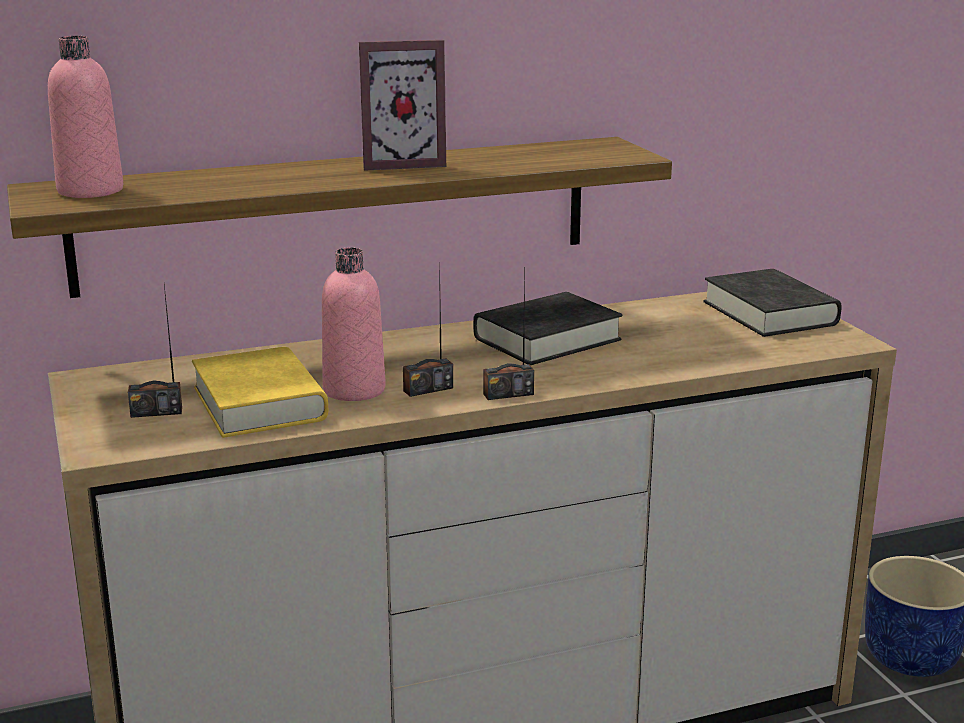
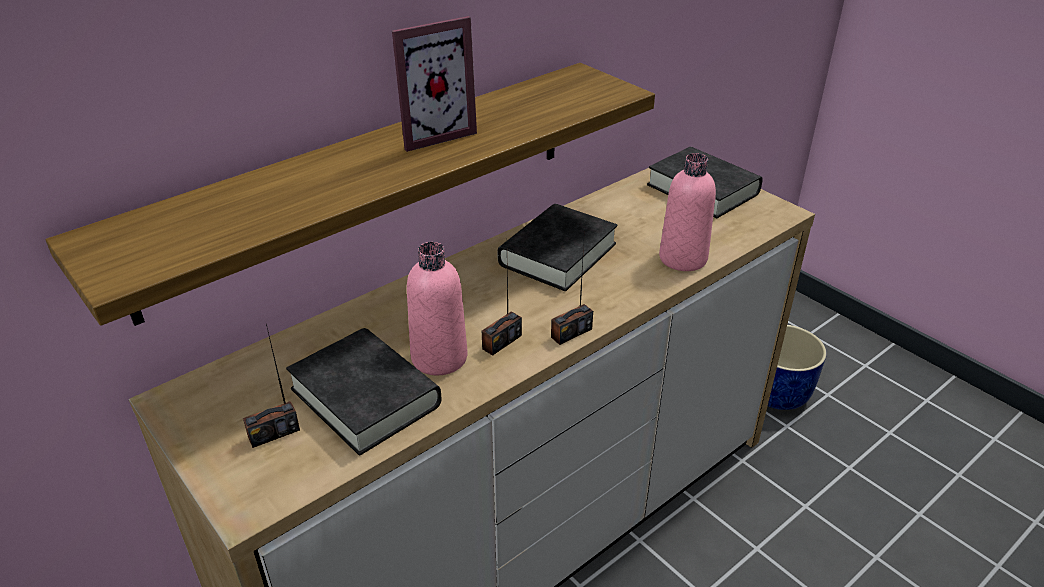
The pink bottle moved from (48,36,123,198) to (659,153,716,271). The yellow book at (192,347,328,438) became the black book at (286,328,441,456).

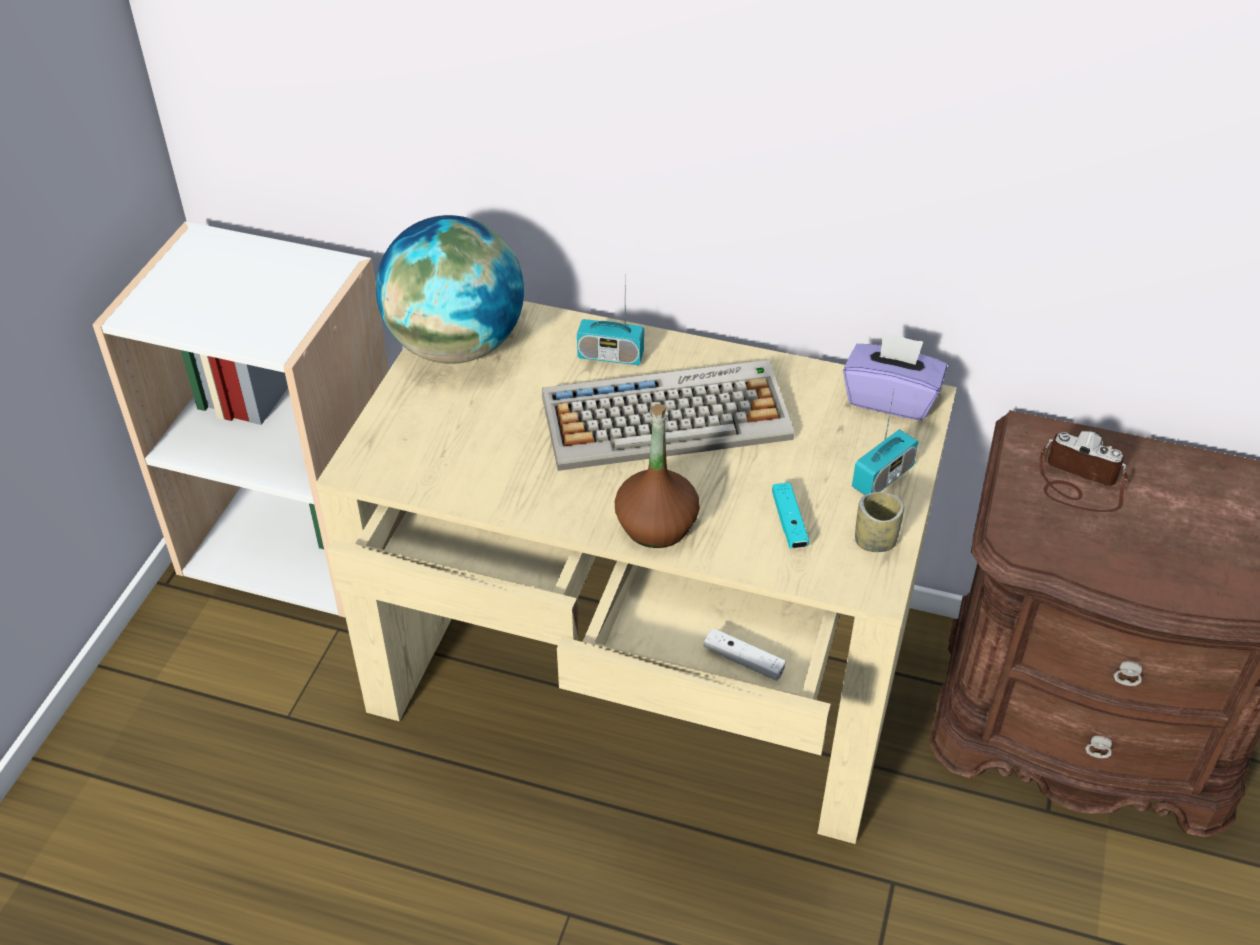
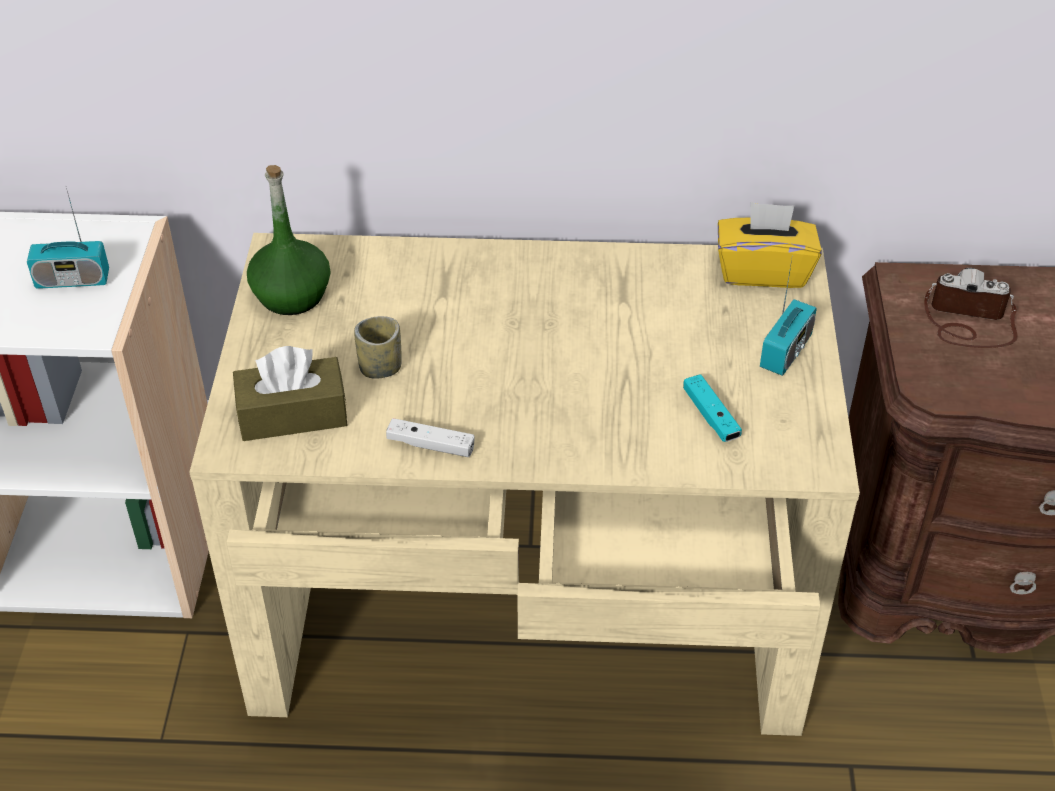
The globe at (376,215,524,364) was replaced by the green bottle at (247,165,330,315). The keyboard at (542,360,794,471) disappeared. The radio moved from (577,296,644,365) to (27,188,109,289). The brown bottle at (615,404,700,548) disappeared. The white game controller moved from (704,628,786,681) to (386,418,475,457). The purple tissue box at (843,331,947,421) became the yellow tissue box at (718,202,822,288). The cup moved from (855,492,904,552) to (354,316,402,379). The brown tissue box at (233,346,347,441) appeared.

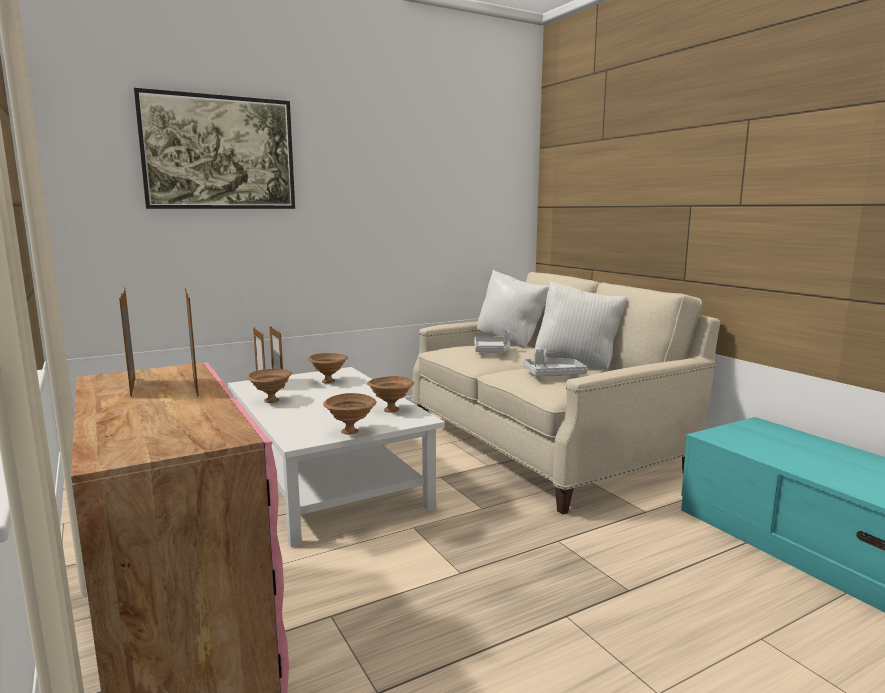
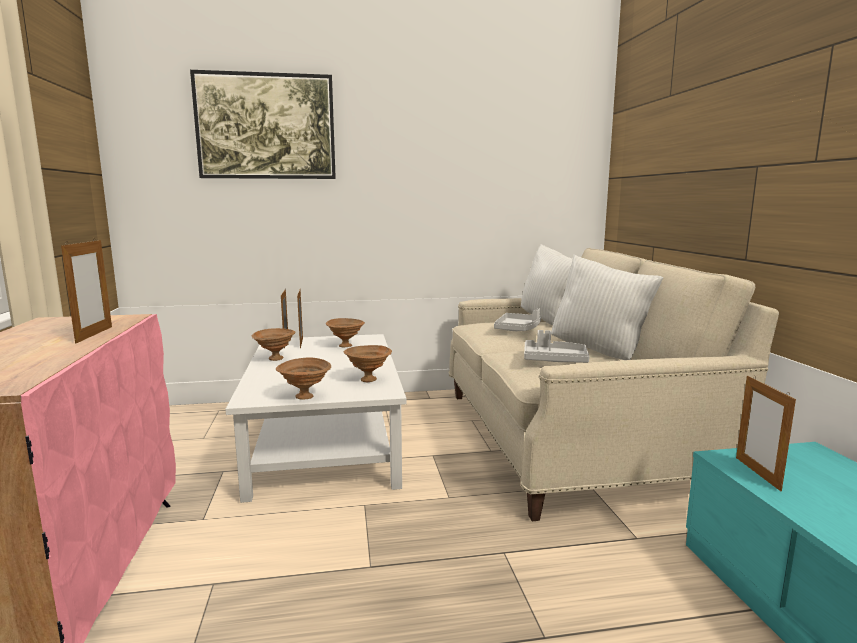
The picture frame moved from (119,289,135,397) to (736,376,796,491).

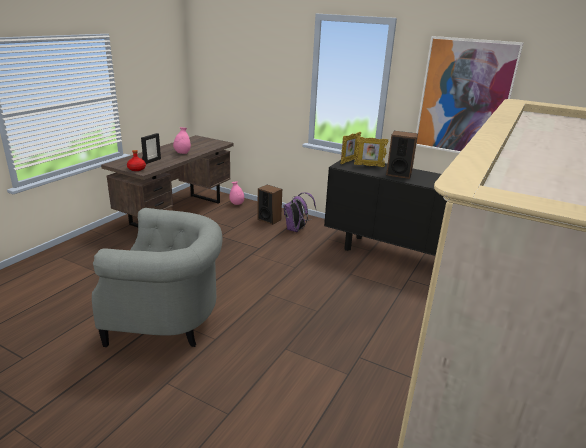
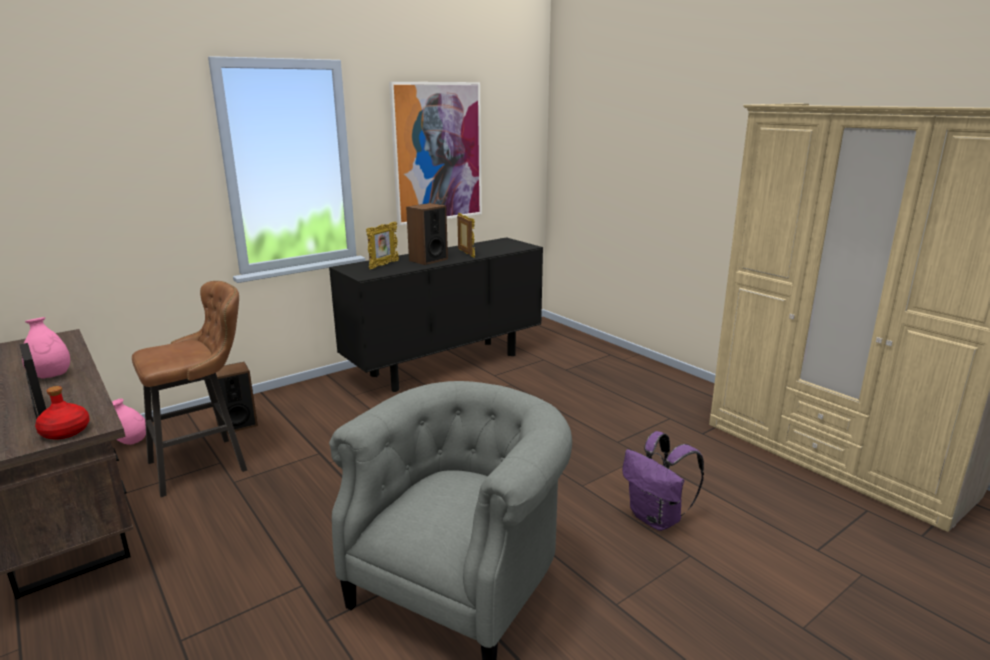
The purple backpack moved from (284,193,316,232) to (622,431,704,531). The picture frame moved from (340,132,361,164) to (457,213,475,258). The brown stool at (132,281,247,497) appeared.

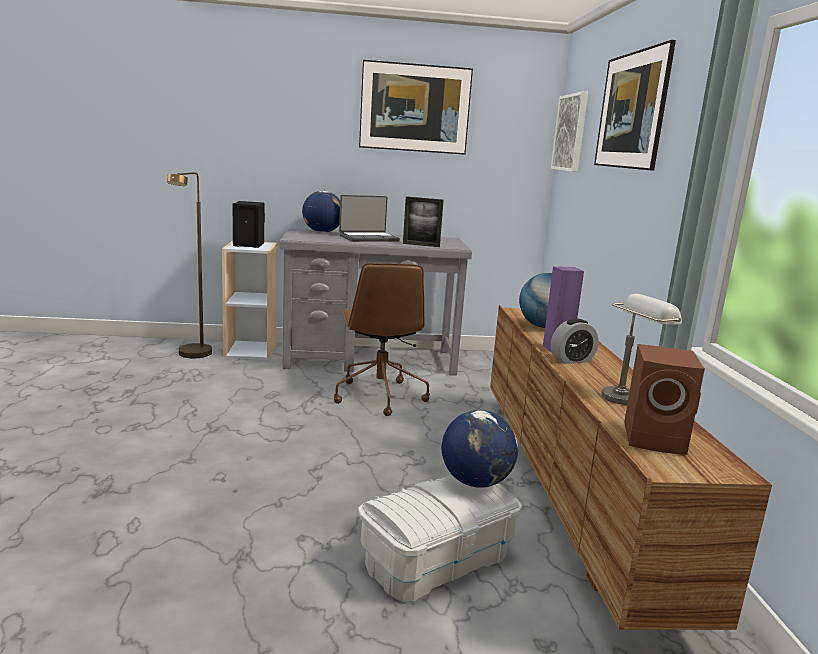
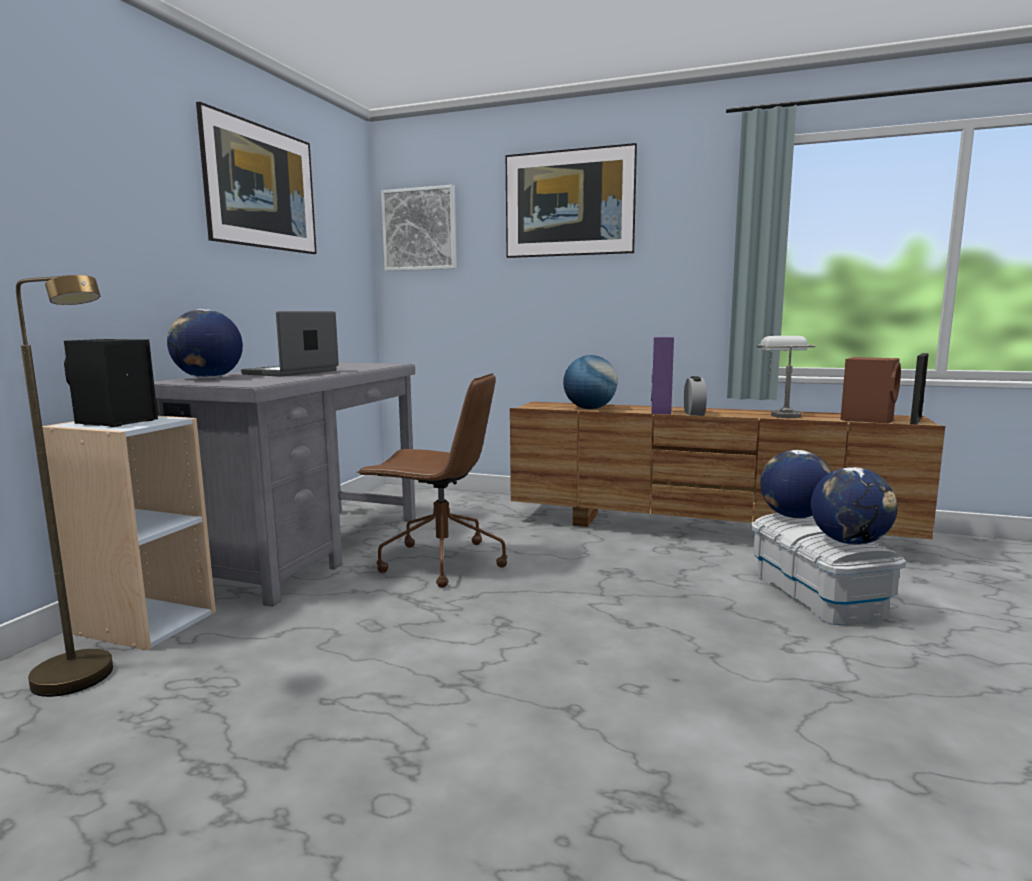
The laptop at (339,195,400,242) turned 150 degrees counterclockwise. The picture frame moved from (403,197,444,247) to (910,353,929,425). The globe at (811,467,897,545) appeared.

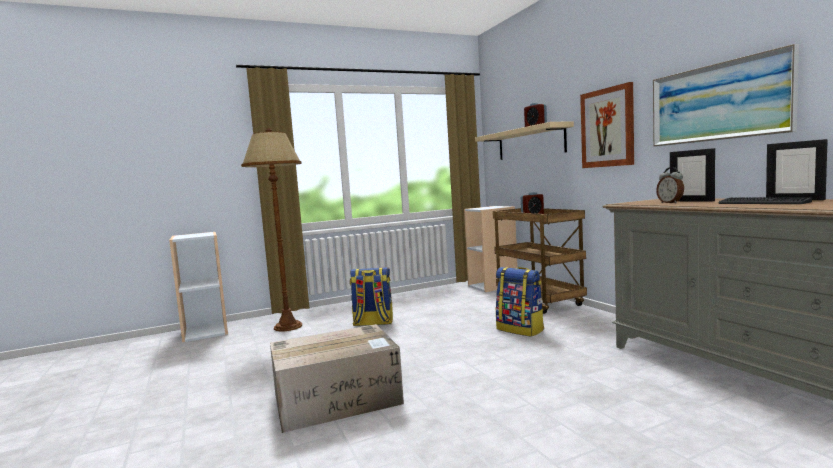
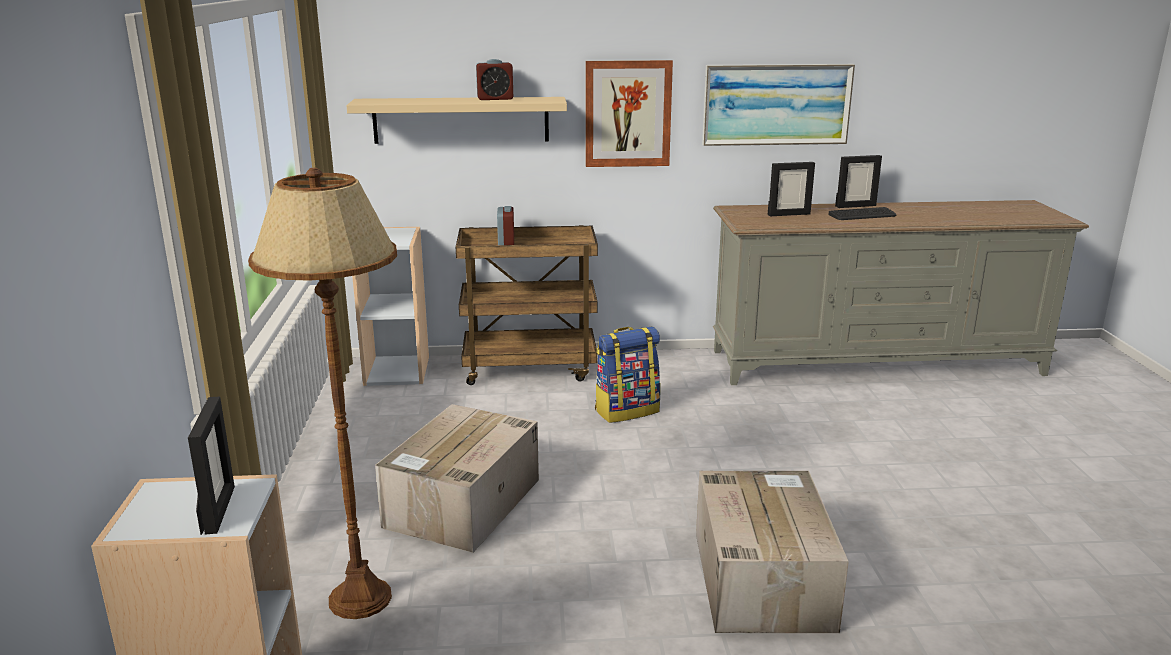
The backpack at (350,267,393,326) was replaced by the cardboard box at (375,404,539,553). The alarm clock at (656,167,684,203) disappeared. The picture frame at (188,396,235,535) appeared.

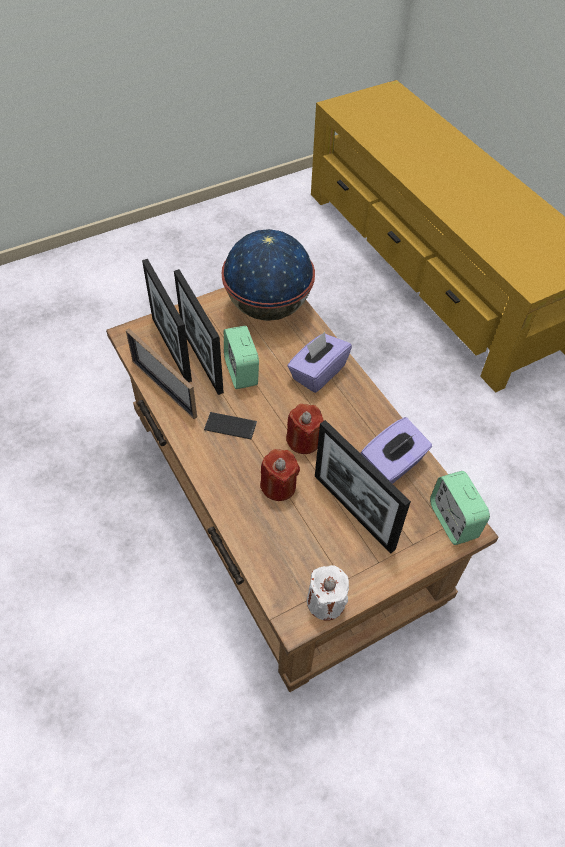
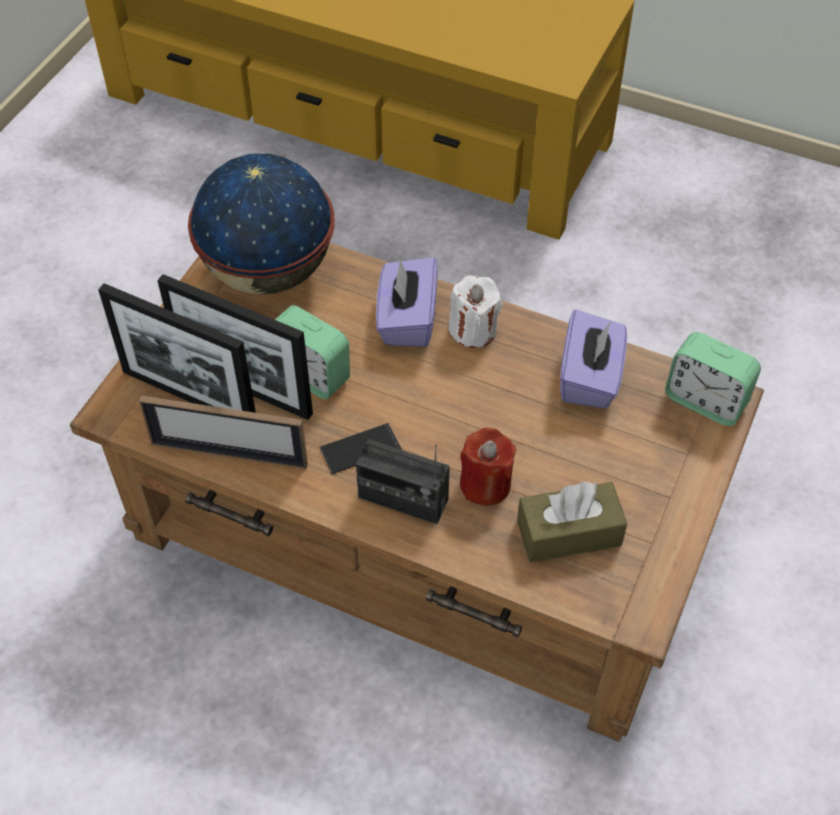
The red candle at (286,404,324,454) disappeared. The white candle moved from (307,565,349,621) to (449,275,503,348). The picture frame at (315,420,411,554) disappeared. The radio at (356,439,450,524) appeared. The brown tissue box at (517,481,627,562) appeared.

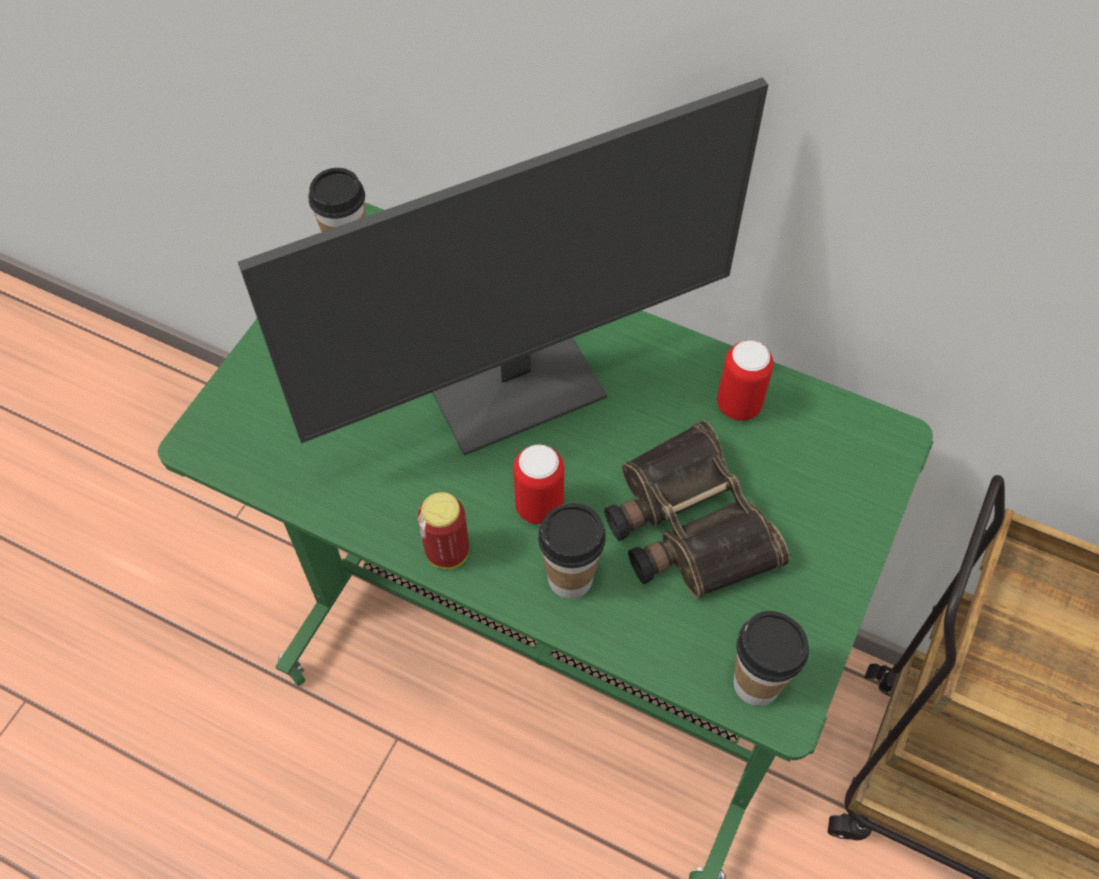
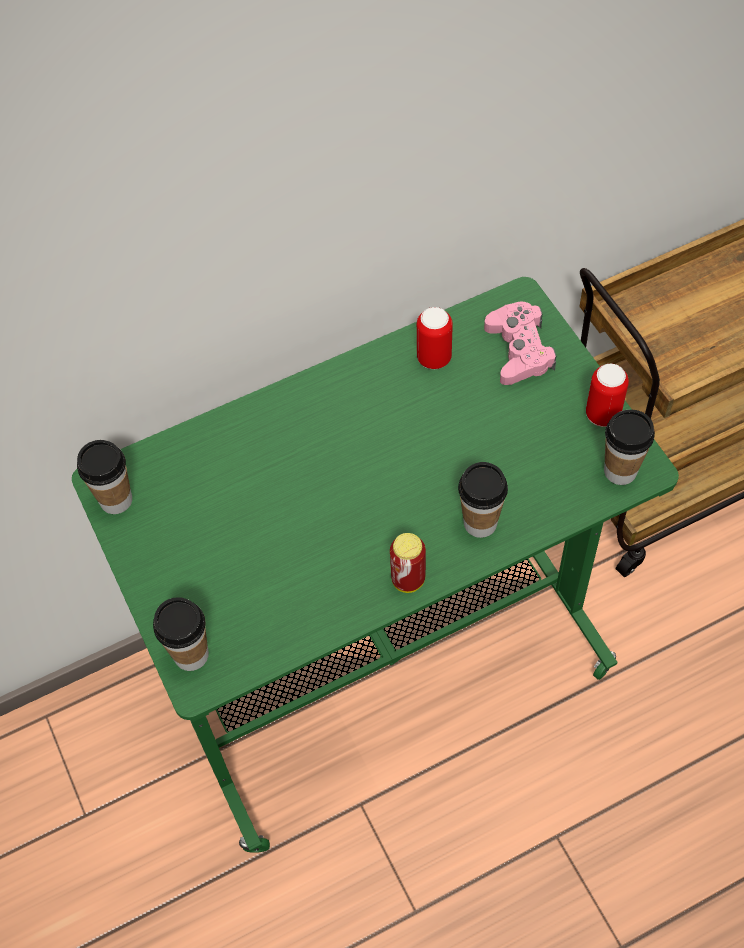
The monitor at (238,77,768,455) disappeared. The can moved from (513,444,564,524) to (586,363,629,427). The binoculars at (604,420,790,598) disappeared. The cup at (153,597,209,671) appeared. The pink game controller at (484,302,556,385) appeared.

